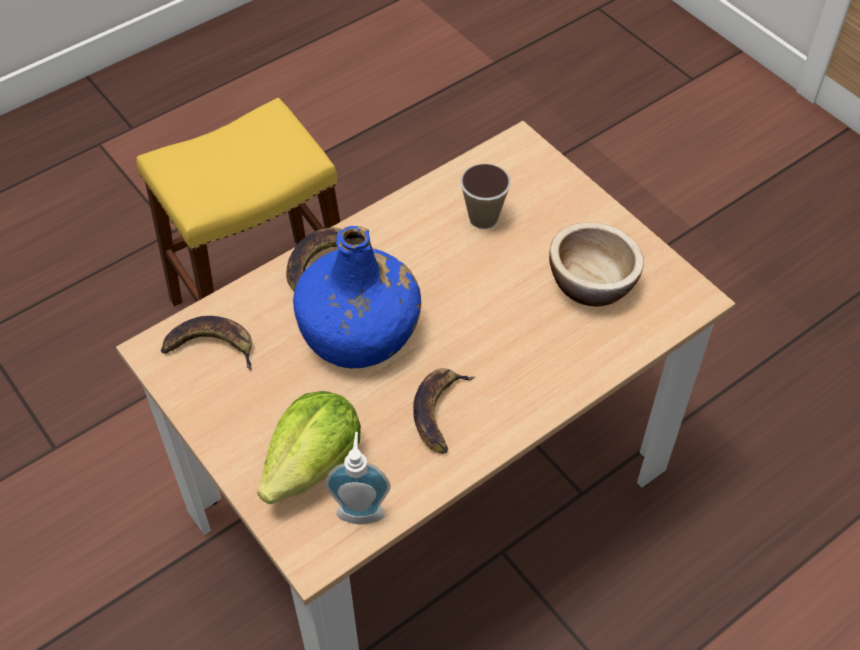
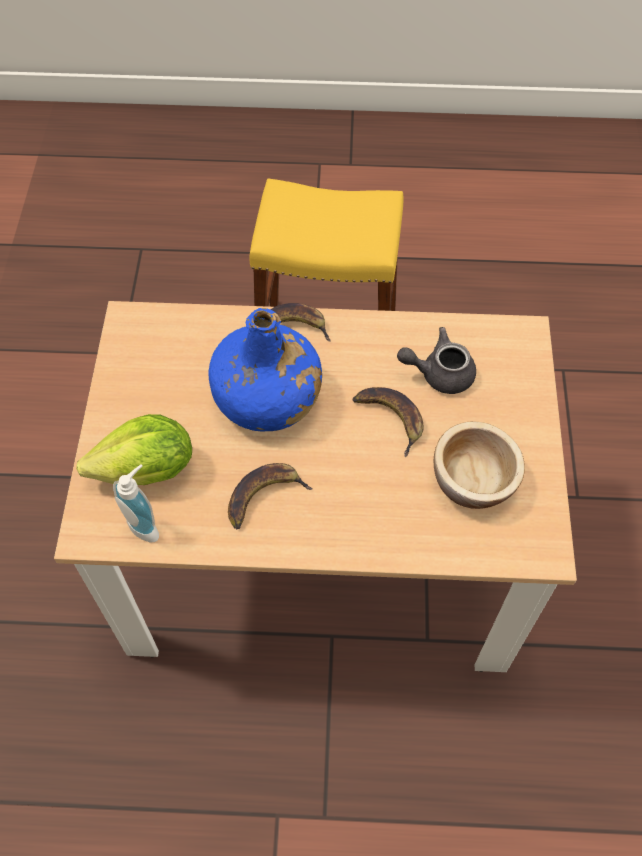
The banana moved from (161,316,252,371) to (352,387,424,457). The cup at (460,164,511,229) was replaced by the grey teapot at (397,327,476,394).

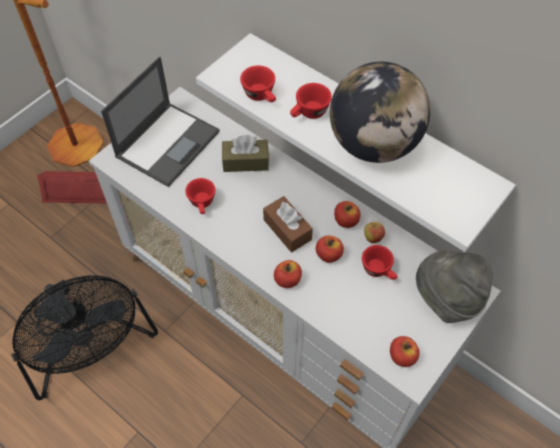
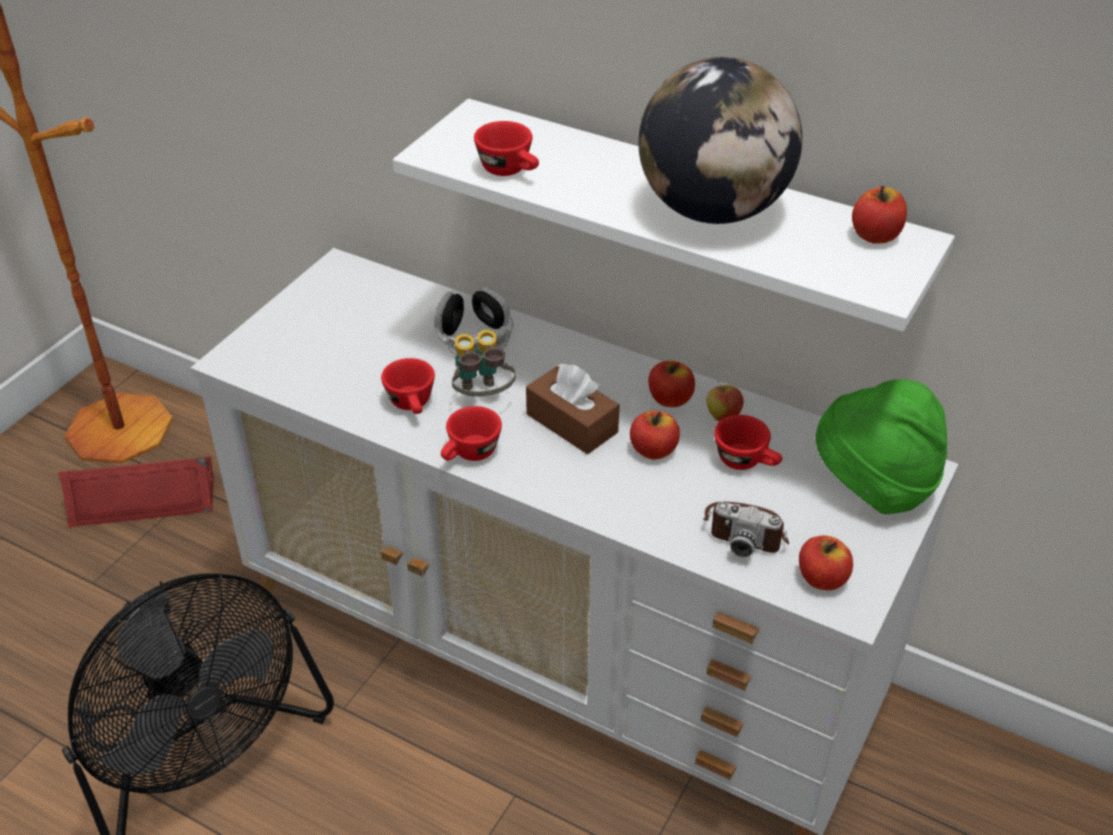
The laptop at (101,57,220,187) disappeared. The brown tissue box at (222,135,269,172) was replaced by the headphones at (435,287,513,355). The apple moved from (274,260,302,288) to (852,186,907,244). The red cup moved from (290,83,332,119) to (441,406,502,461). The grey hat at (416,251,493,323) became the green hat at (816,379,947,514). The binoculars at (452,330,516,397) appeared. The photo camera at (703,502,789,557) appeared.

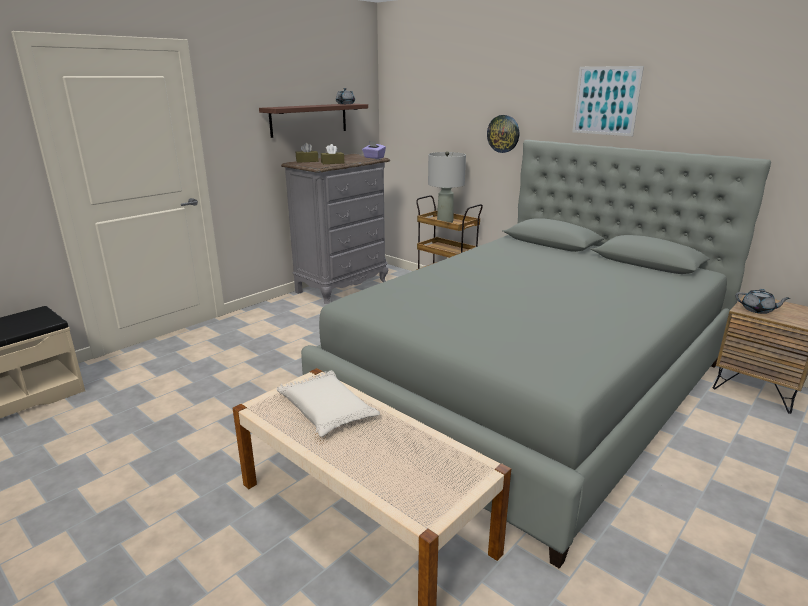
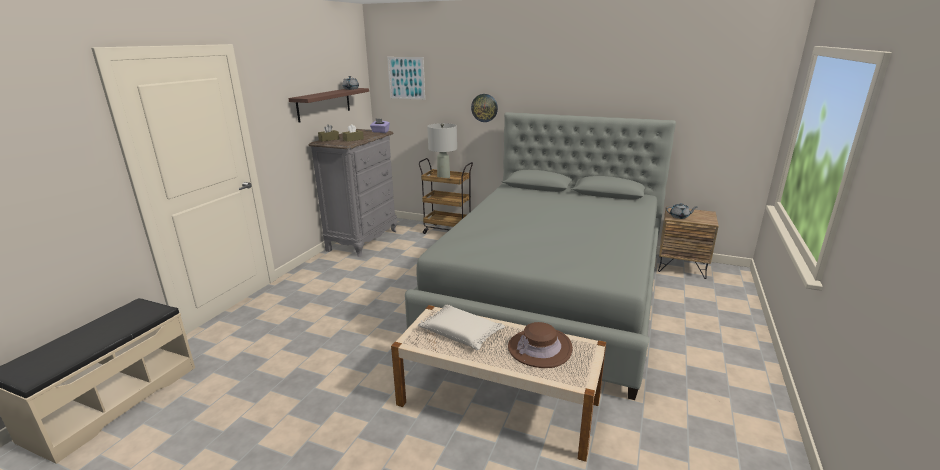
The picture moved from (572,66,644,136) to (387,57,425,100). The brown hat at (508,322,573,368) appeared.

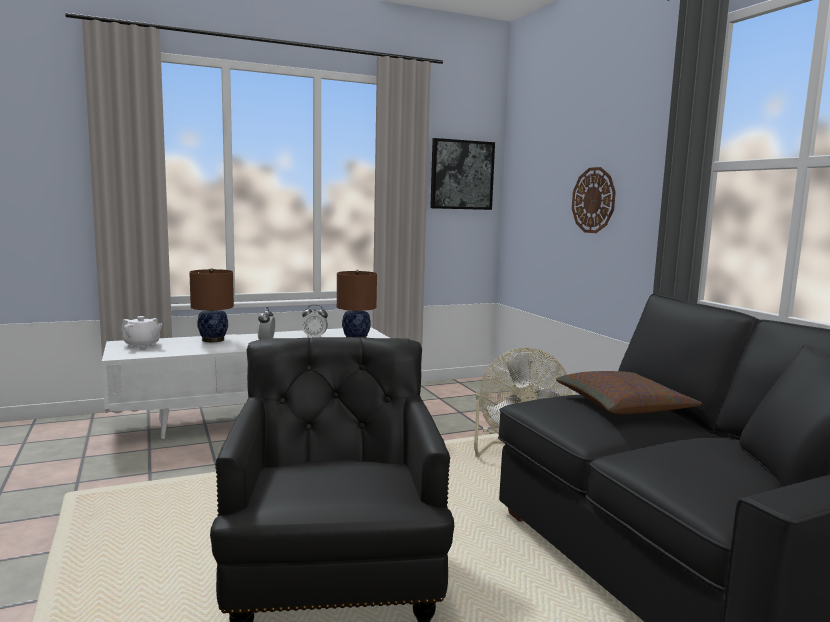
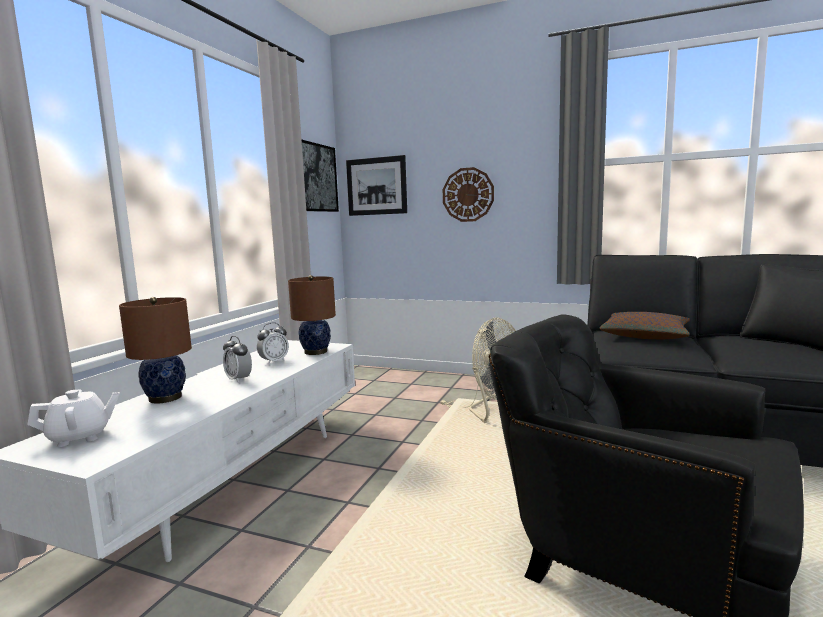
The picture at (346,155,407,216) appeared.

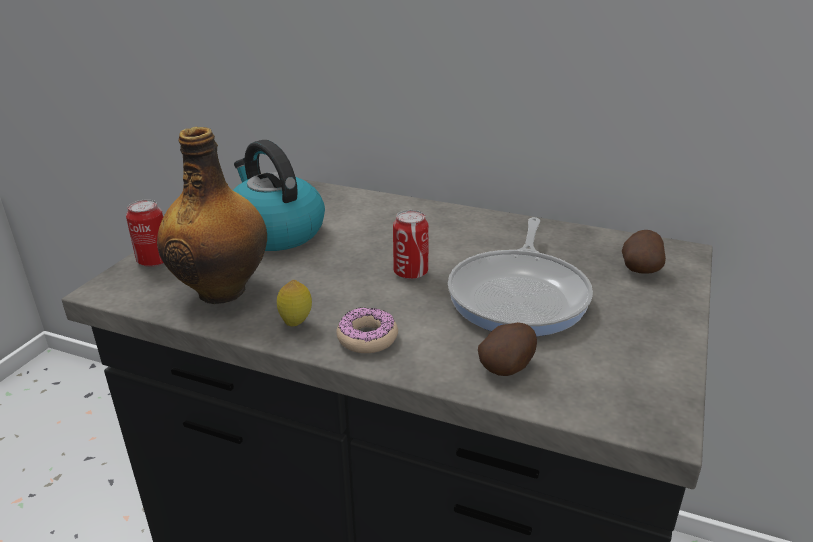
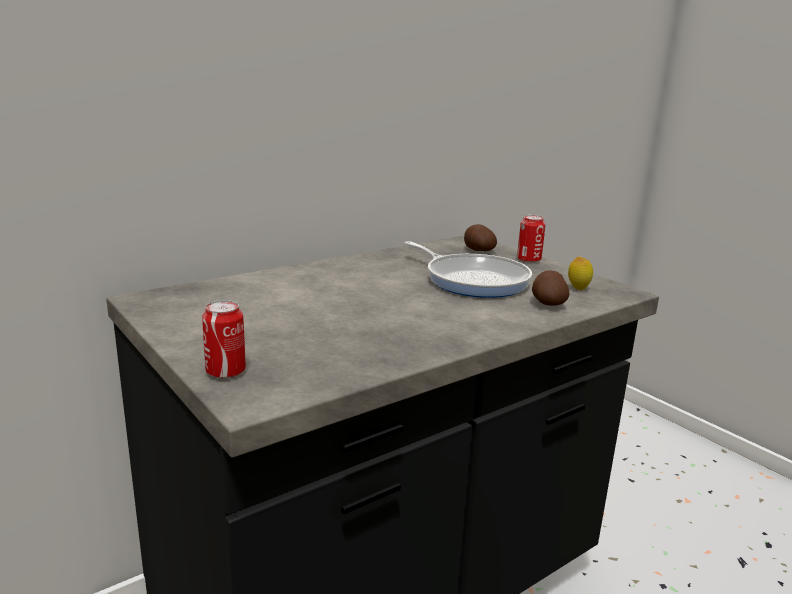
The bottle at (157,127,267,304) disappeared. The kettle at (233,140,325,251) disappeared. The lemon moved from (277,280,312,326) to (568,256,593,290). The donut at (336,308,398,353) disappeared. The can moved from (393,210,429,279) to (517,215,545,263).

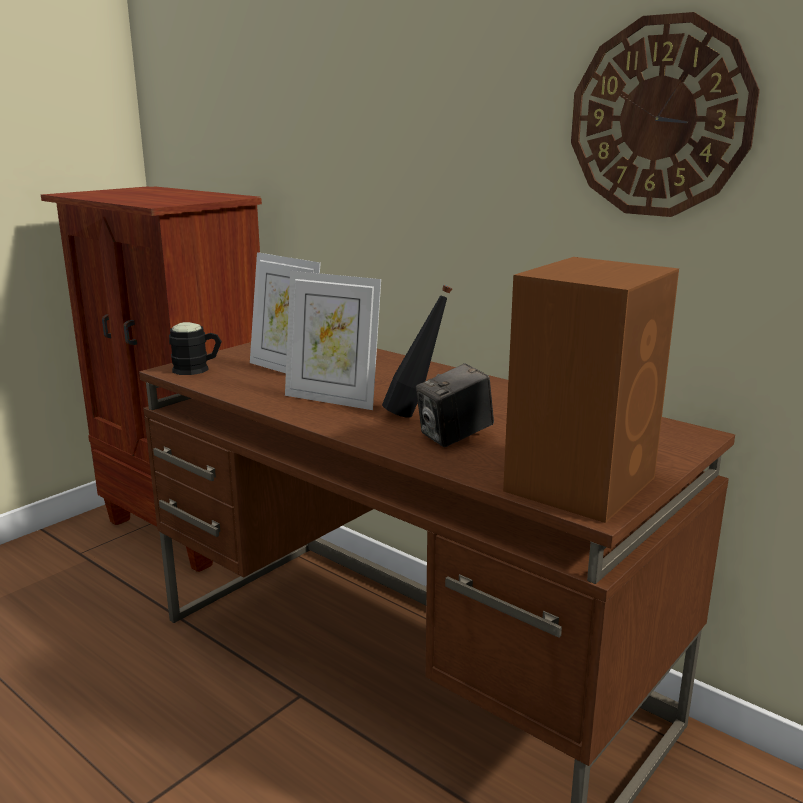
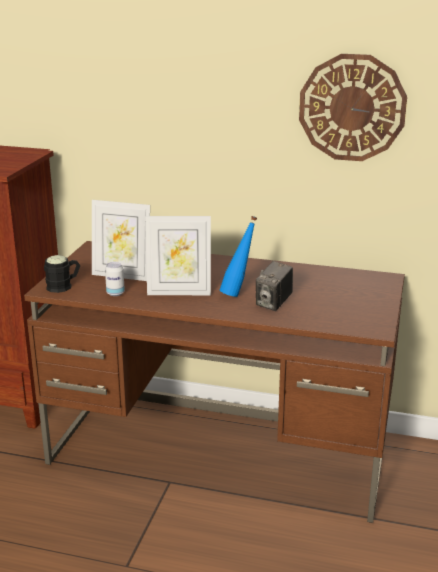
The black bottle at (382,285,452,418) became the blue bottle at (220,216,257,297). The brown speaker at (503,257,679,523) disappeared. The can at (105,262,125,296) appeared.

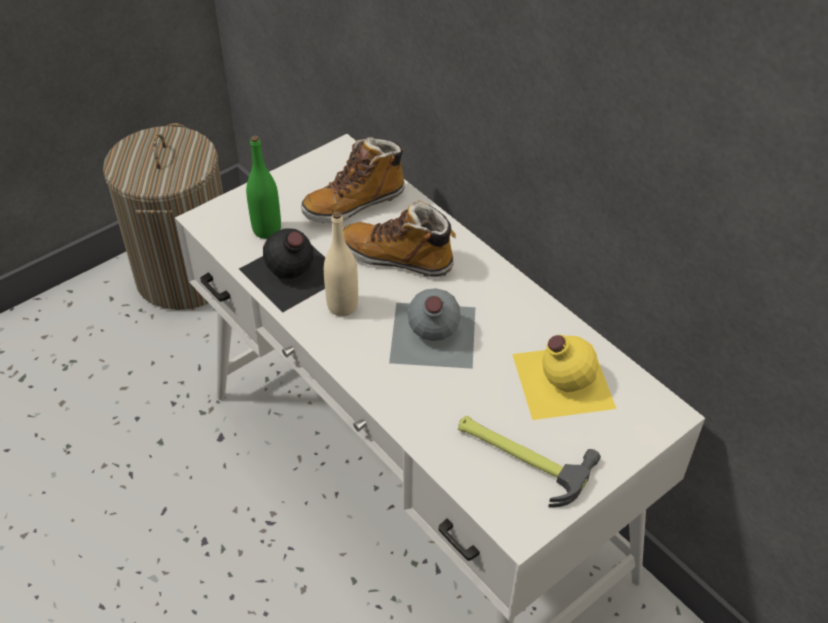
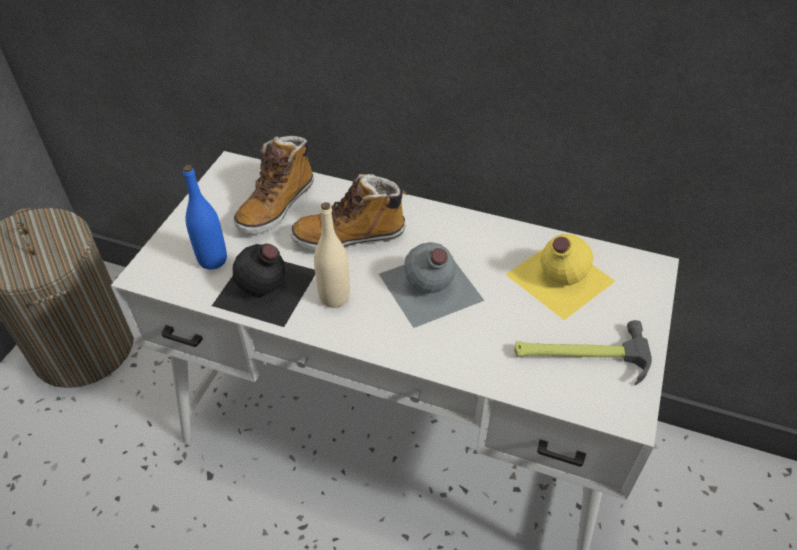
The green bottle at (246,135,281,239) became the blue bottle at (183,165,227,269).

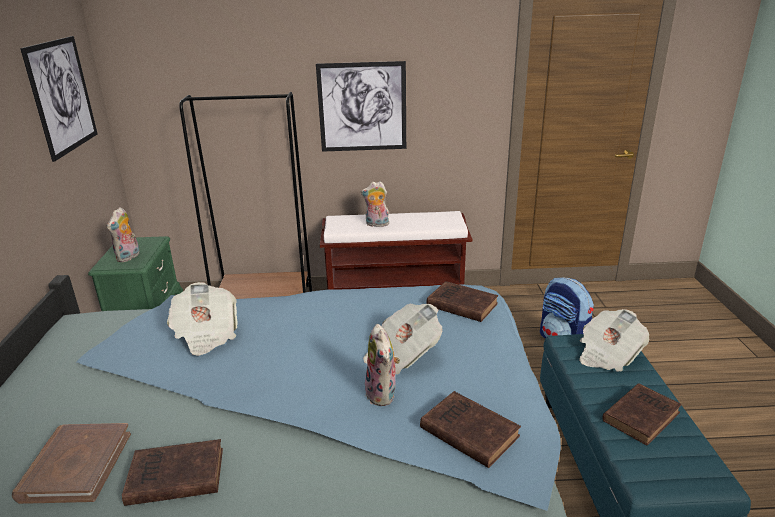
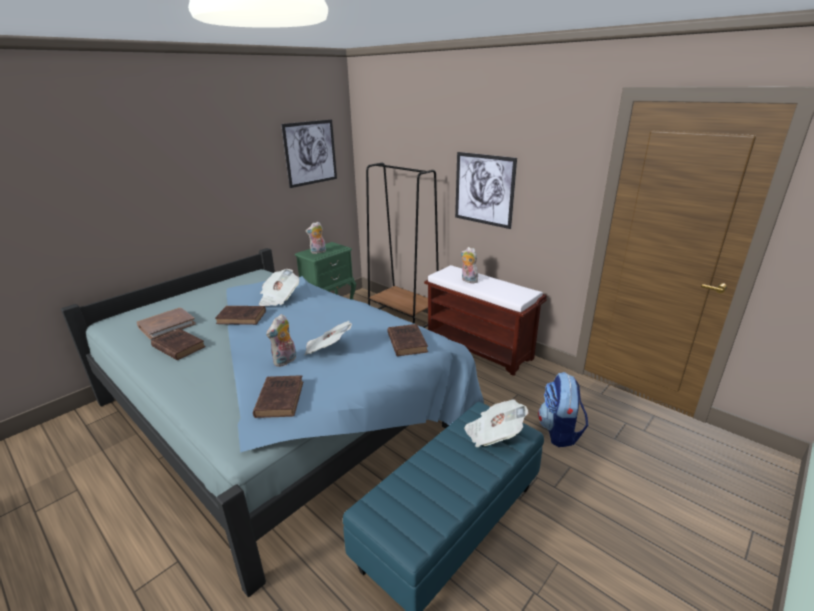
The brown book moved from (602,383,682,446) to (215,306,266,325).

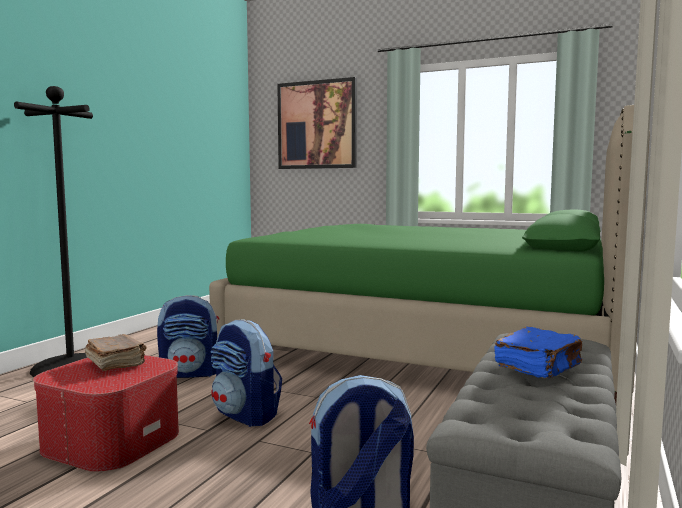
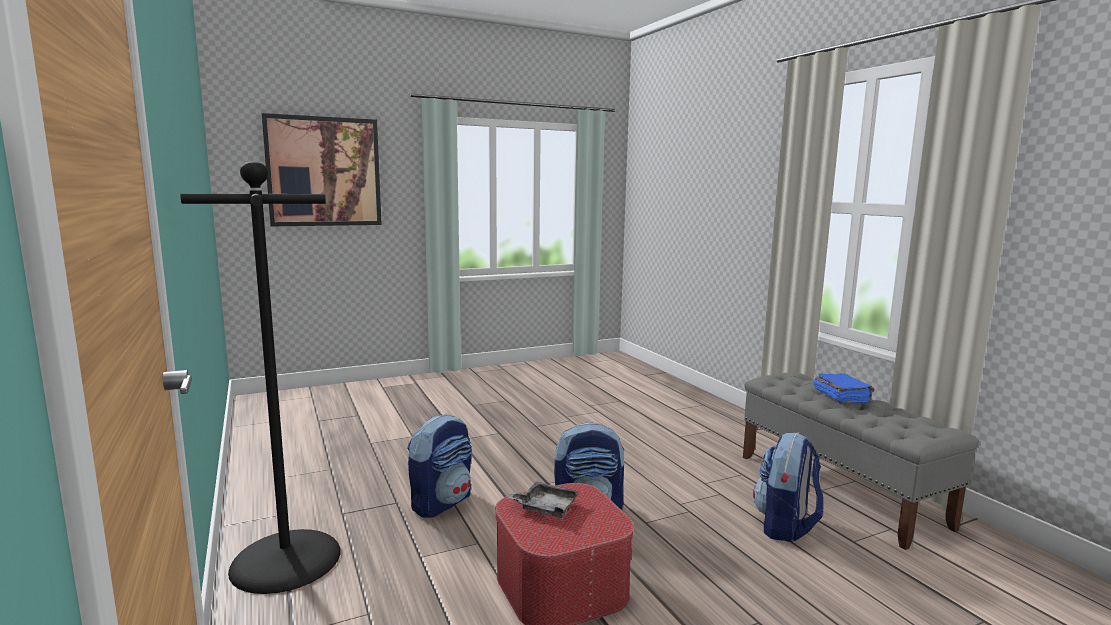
The brown book at (85,334,147,371) was replaced by the grey tray at (507,481,579,518). The green bed at (209,105,650,403) disappeared.

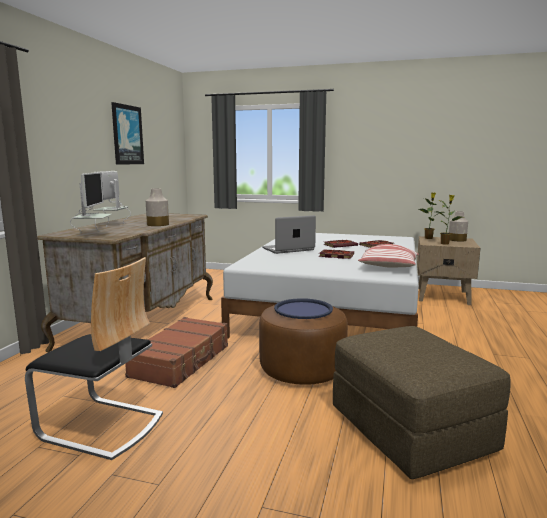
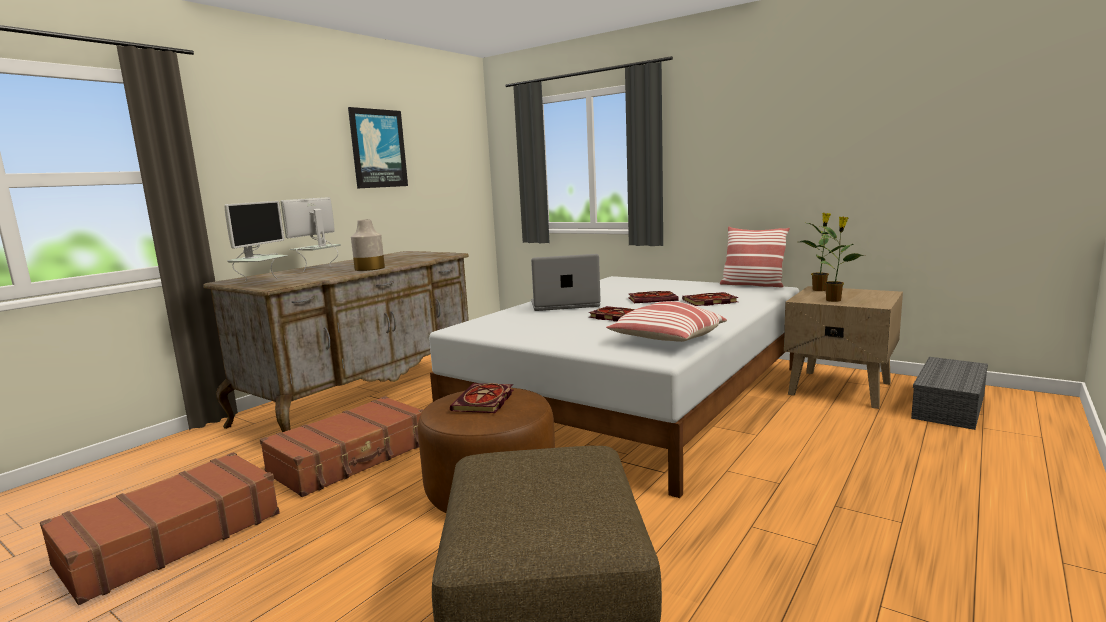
The chair at (25,257,163,460) was replaced by the brown suitcase at (40,452,280,605). The blue tray at (274,298,333,319) was replaced by the book at (450,383,513,413). The beige vase at (449,211,468,242) disappeared. The pillow at (720,227,790,288) appeared. The grey storage box at (911,357,988,430) appeared.

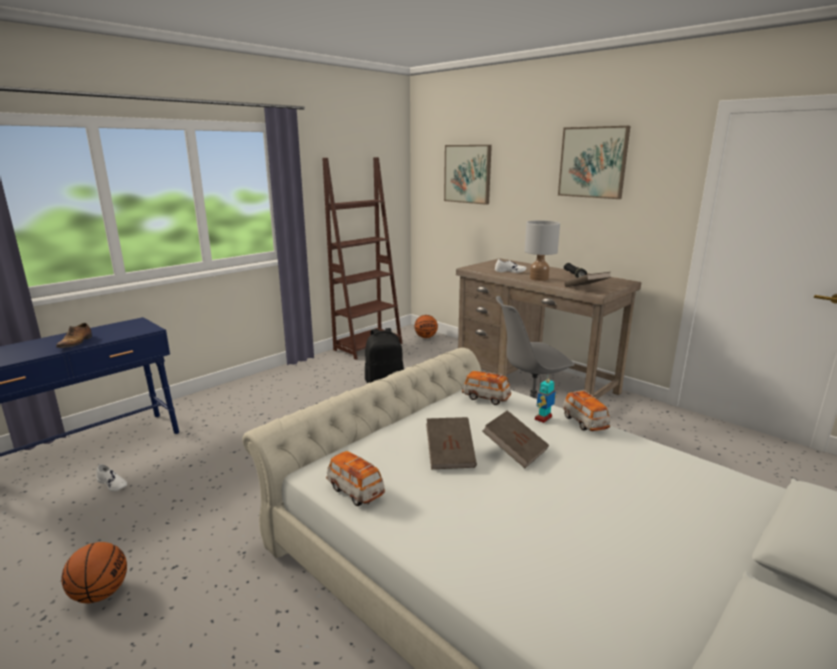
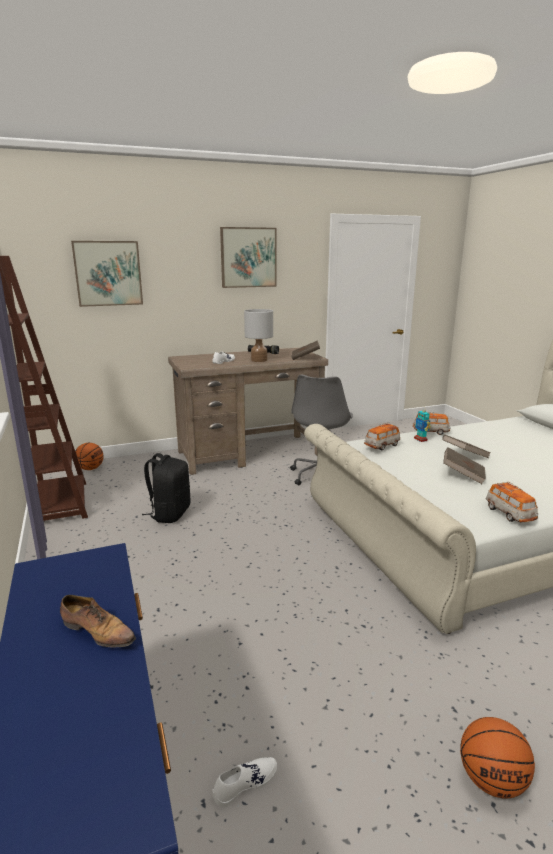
The toy car at (326,451,385,506) turned 90 degrees counterclockwise.

